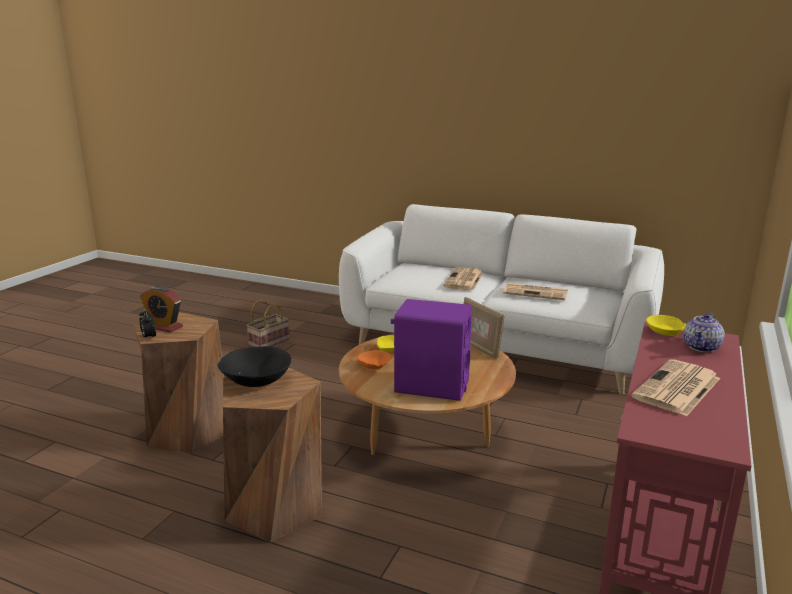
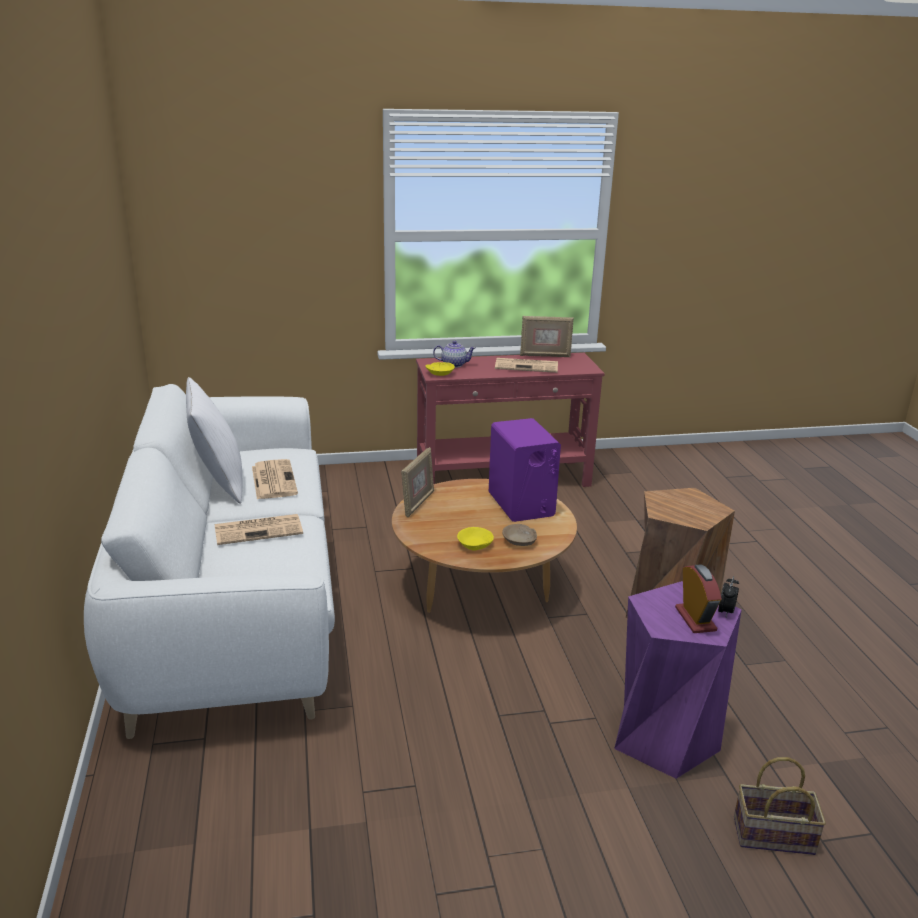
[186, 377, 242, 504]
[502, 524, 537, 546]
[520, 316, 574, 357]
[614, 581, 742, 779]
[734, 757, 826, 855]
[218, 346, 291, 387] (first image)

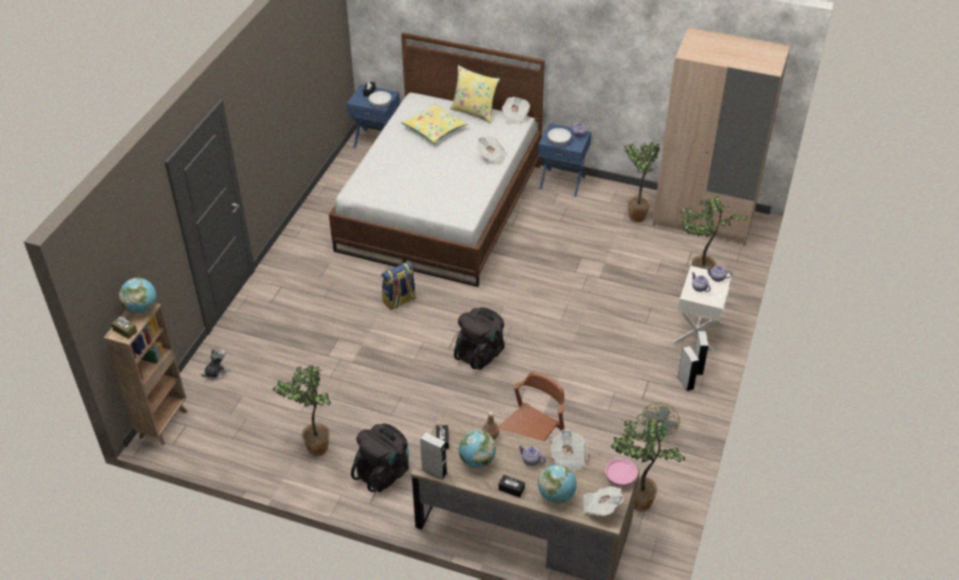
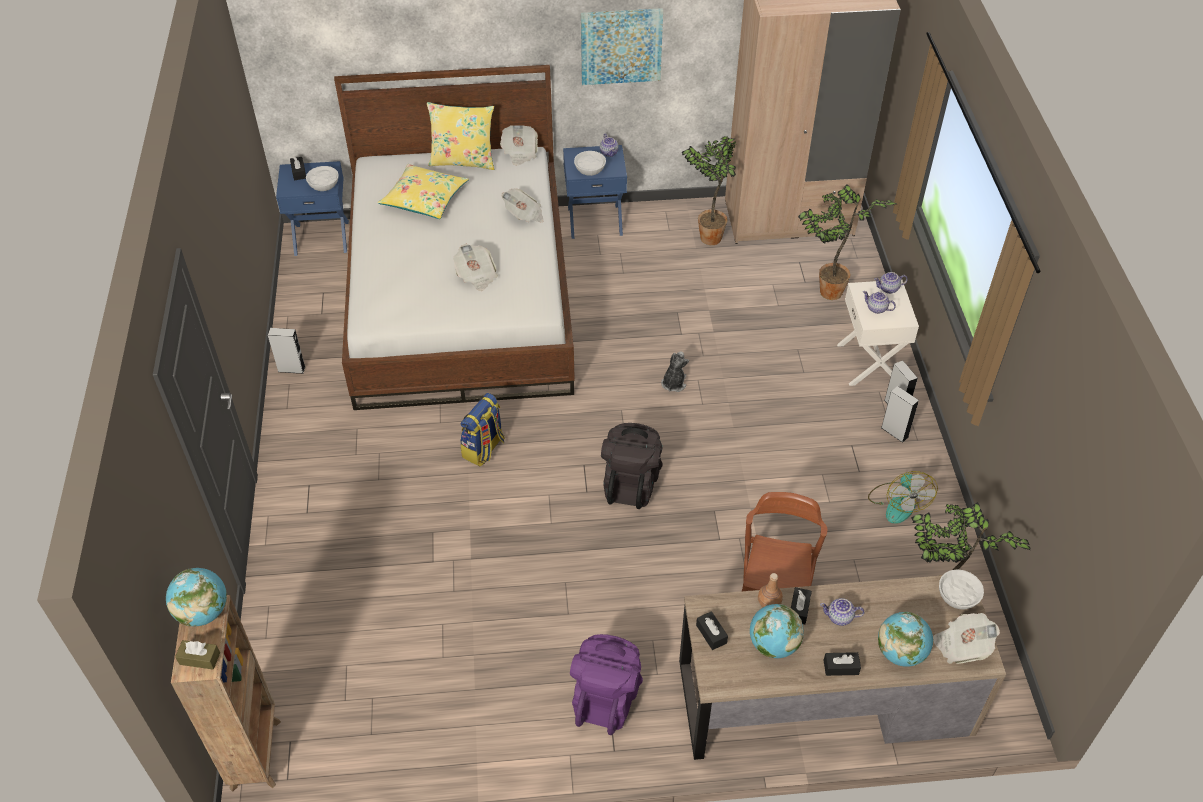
[268, 328, 306, 374]
[453, 244, 498, 291]
[570, 634, 643, 735]
[581, 8, 663, 85]
[661, 351, 689, 392]
[791, 587, 812, 624]
[939, 569, 984, 609]
[273, 365, 331, 456] (first image)

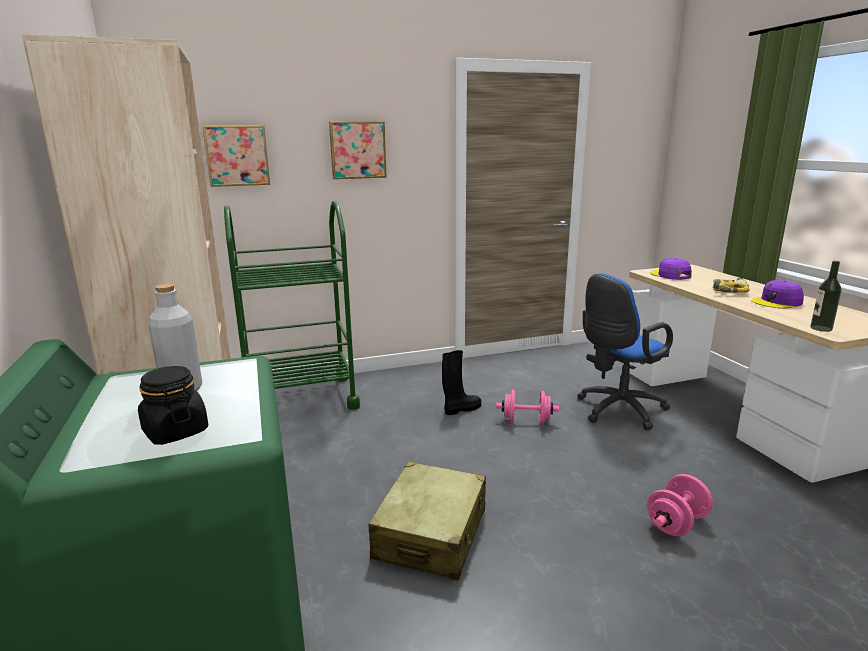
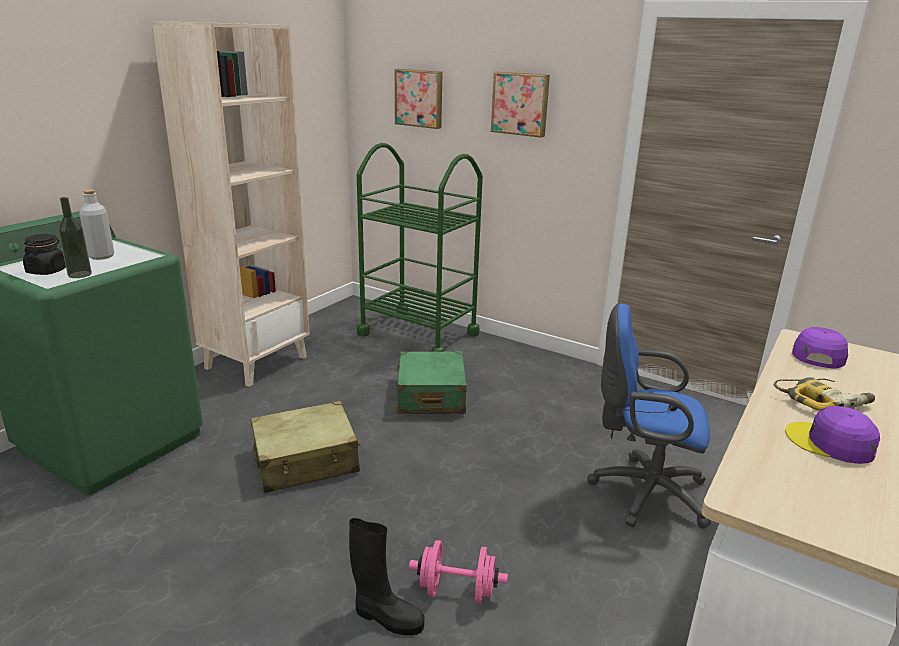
[58, 197, 92, 278]
[349, 518, 424, 635]
[396, 351, 467, 414]
[496, 390, 559, 425] (first image)

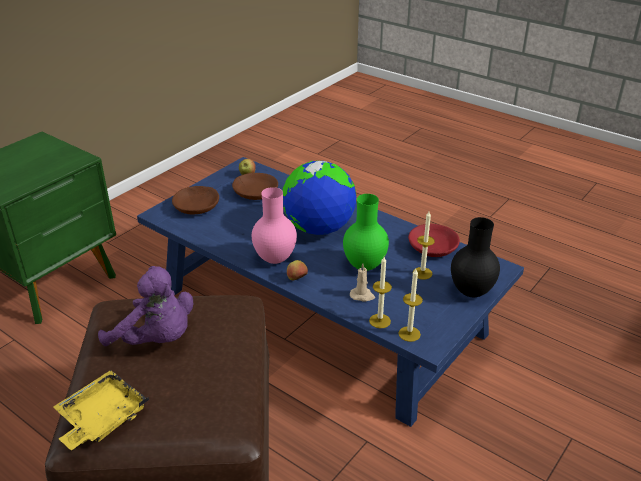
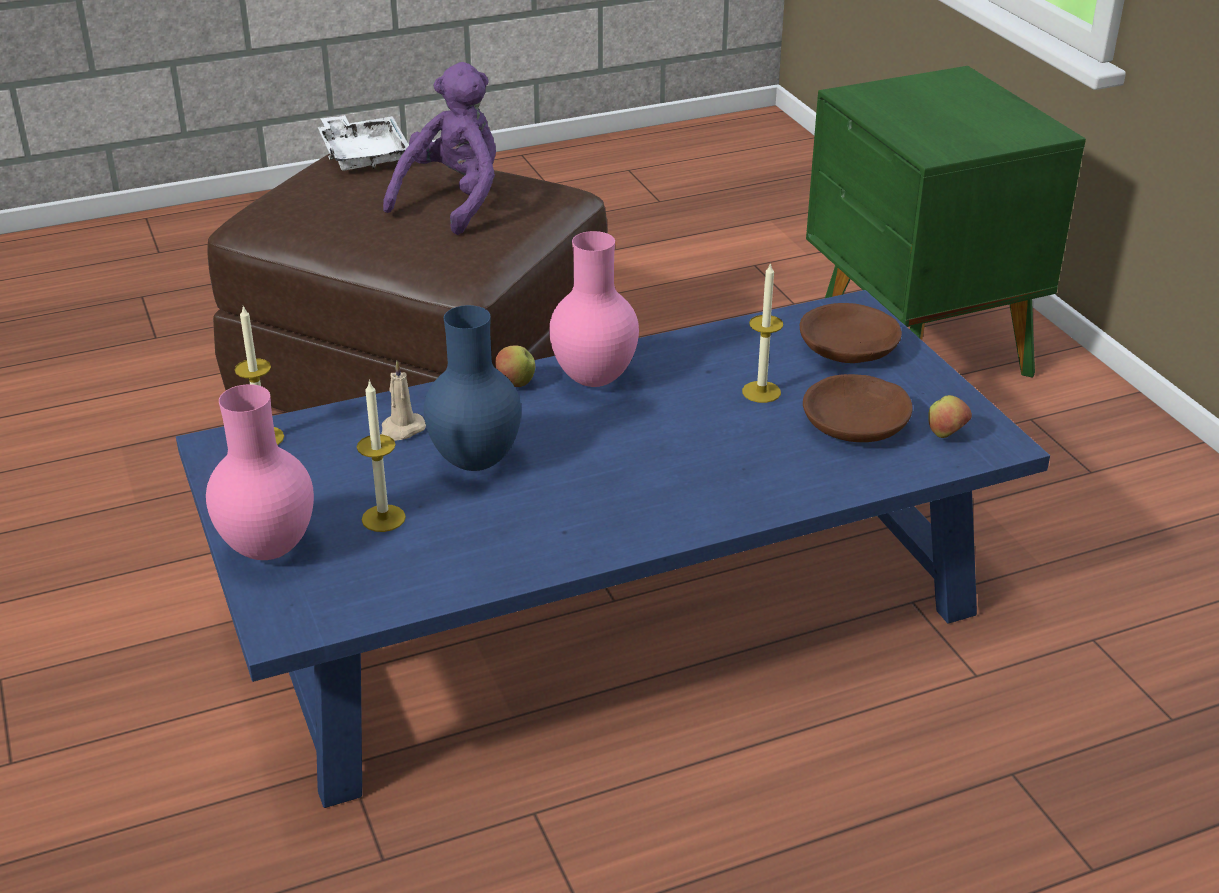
[206, 384, 314, 560]
[318, 115, 409, 170]
[383, 62, 496, 235]
[424, 305, 521, 471]
[742, 262, 783, 403]
[283, 160, 356, 235] (first image)
[408, 224, 460, 257] (first image)

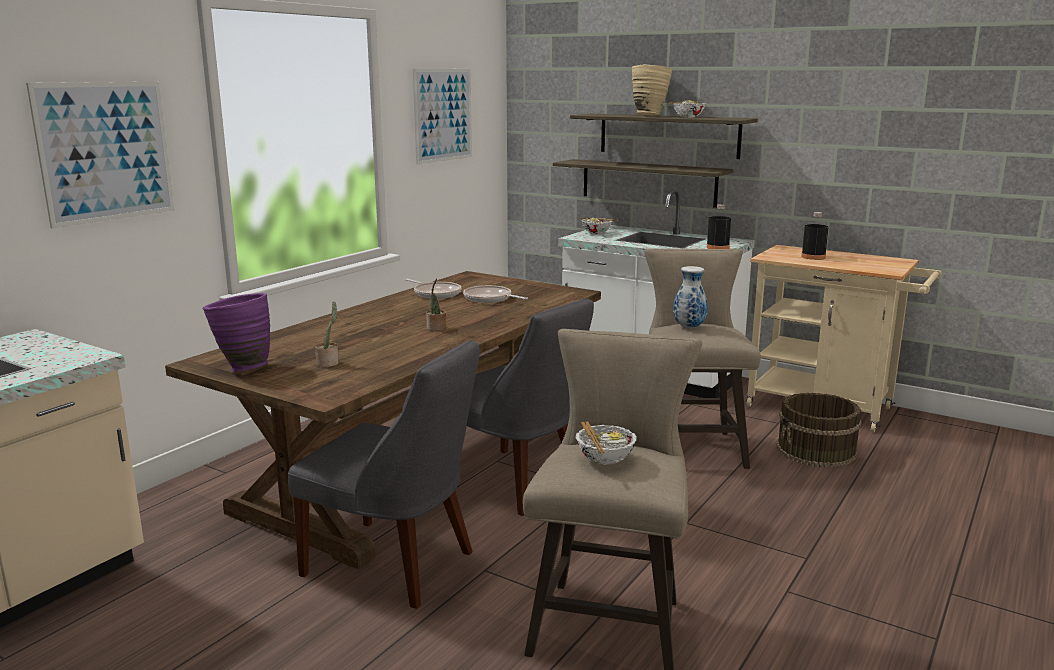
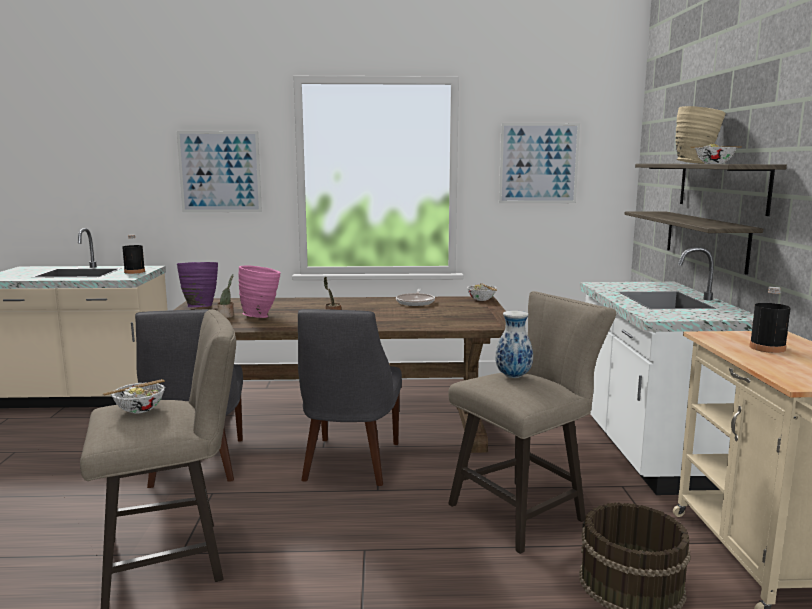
[122, 235, 145, 274]
[238, 265, 281, 318]
[467, 283, 497, 301]
[463, 285, 528, 303] (first image)

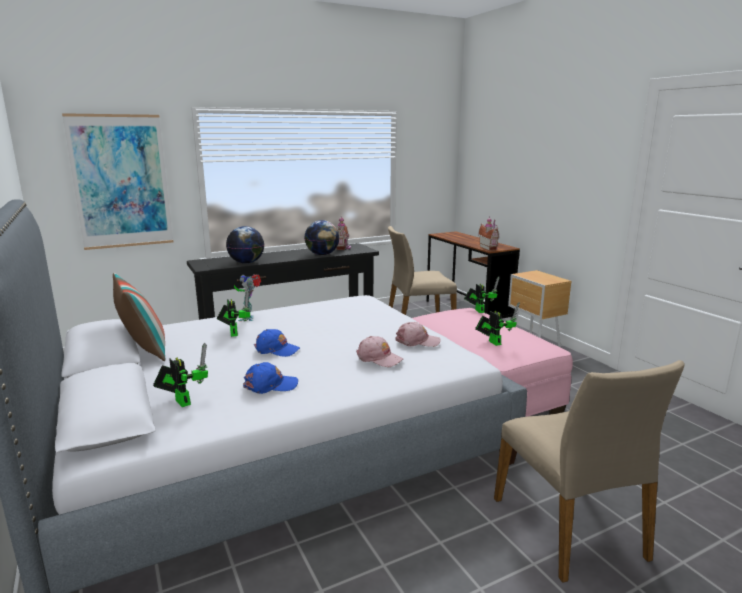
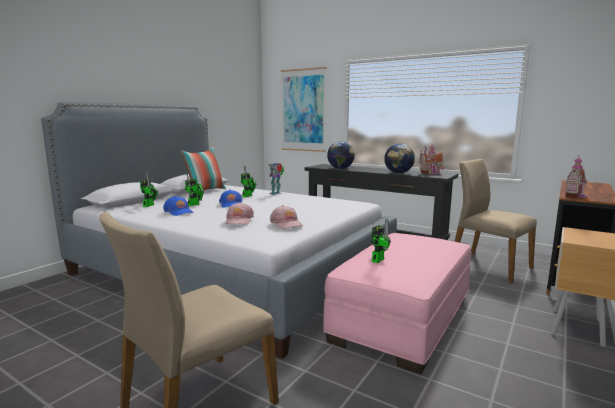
[185, 171, 204, 206]

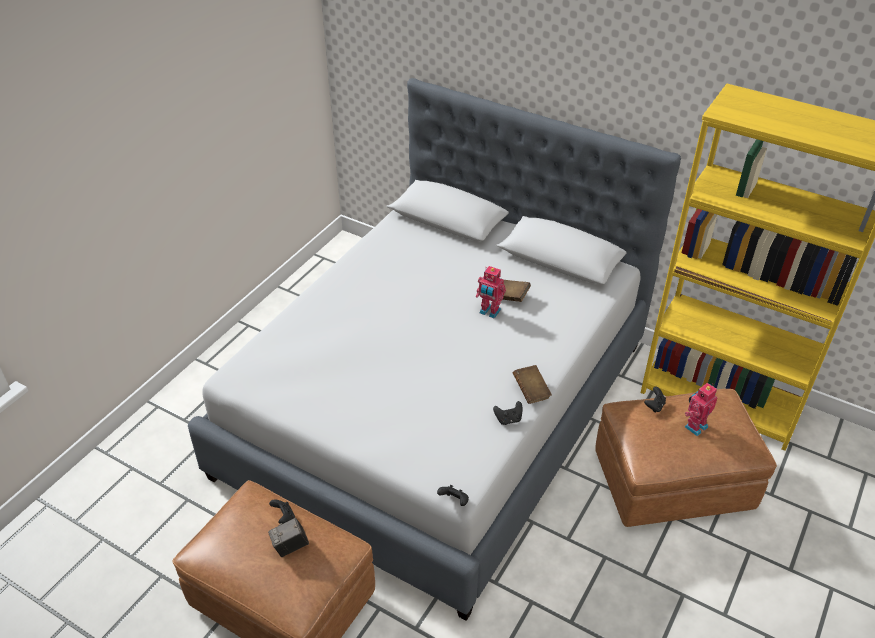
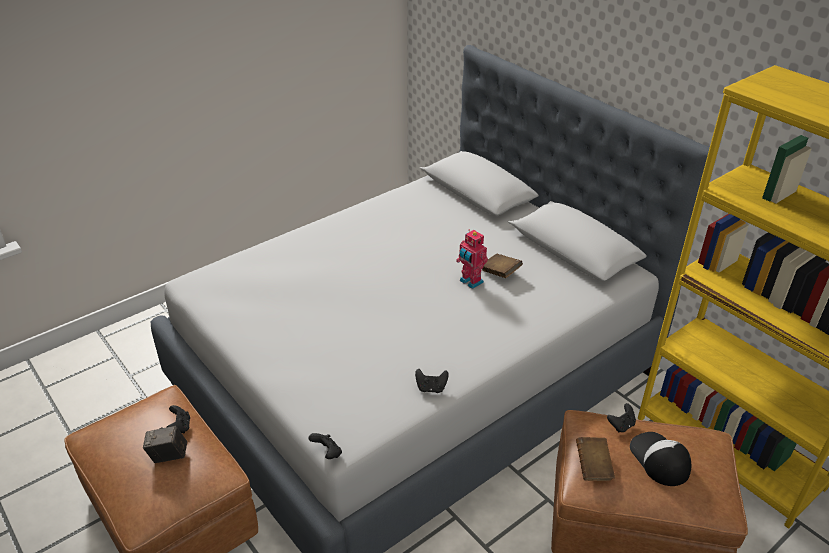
[576, 437, 615, 481]
[630, 432, 691, 486]

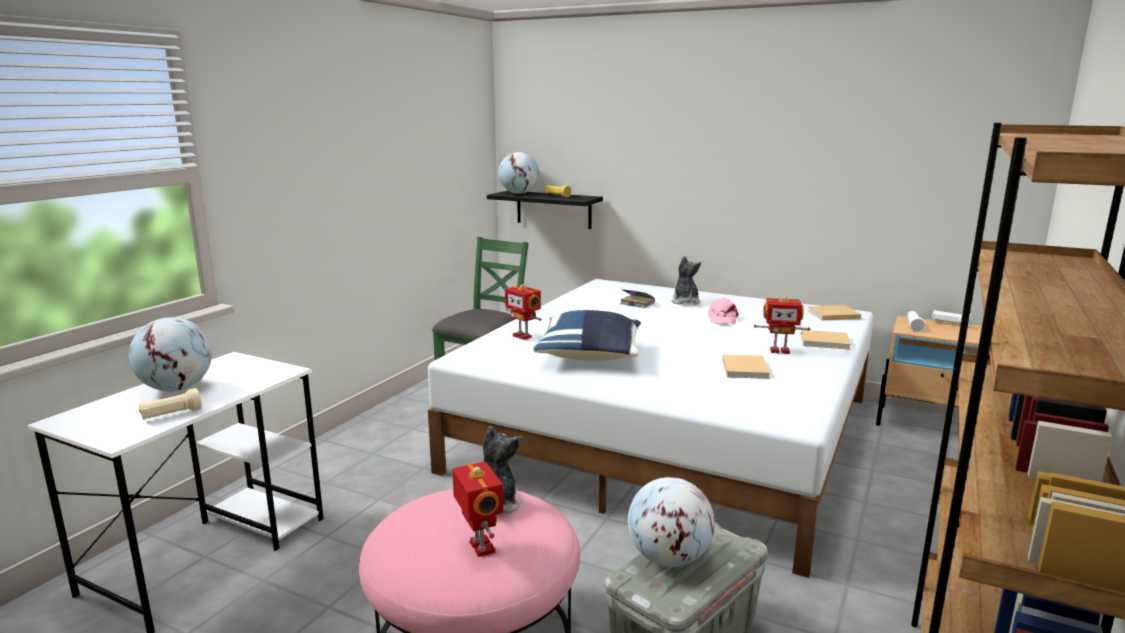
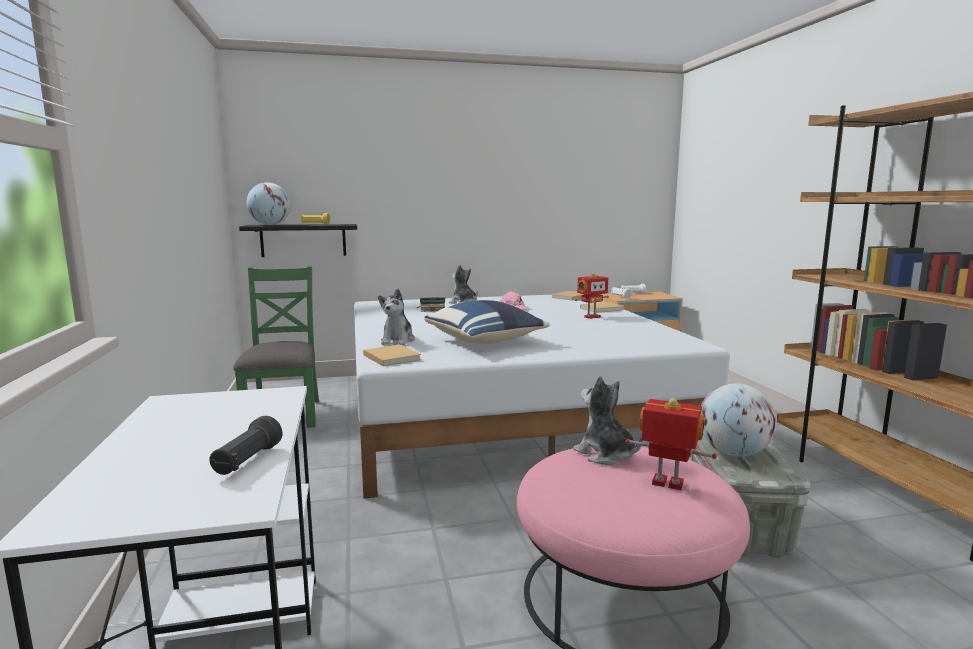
[209, 416, 282, 475]
[363, 344, 421, 366]
[378, 289, 415, 345]
[129, 317, 212, 391] (first image)

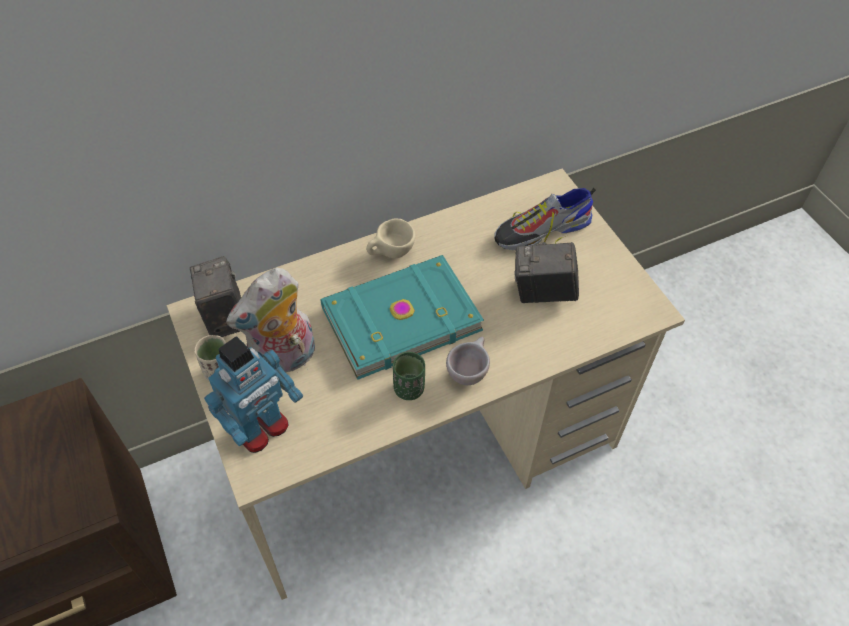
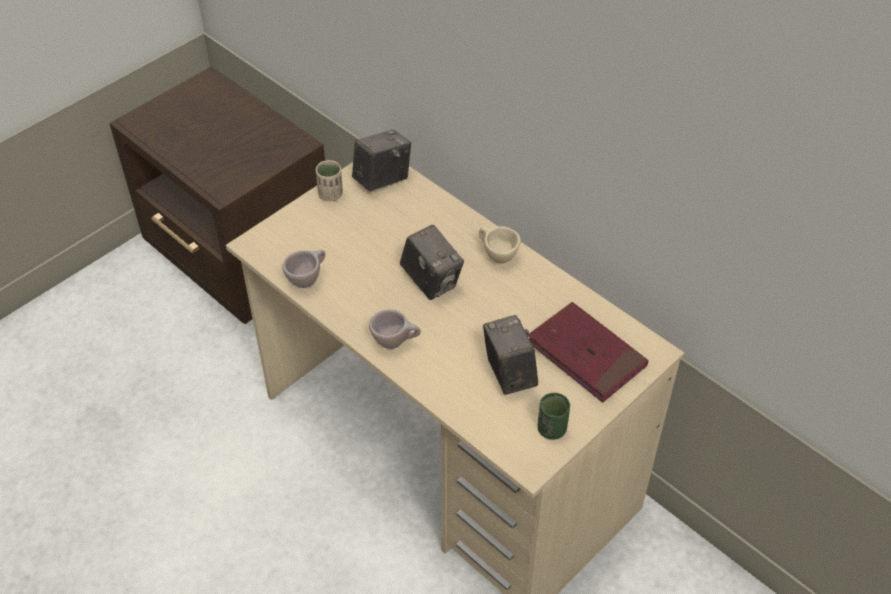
[282, 250, 325, 288]
[400, 225, 464, 300]
[529, 302, 649, 402]
[538, 393, 570, 440]
[204, 336, 303, 453] (first image)
[226, 268, 315, 372] (first image)

